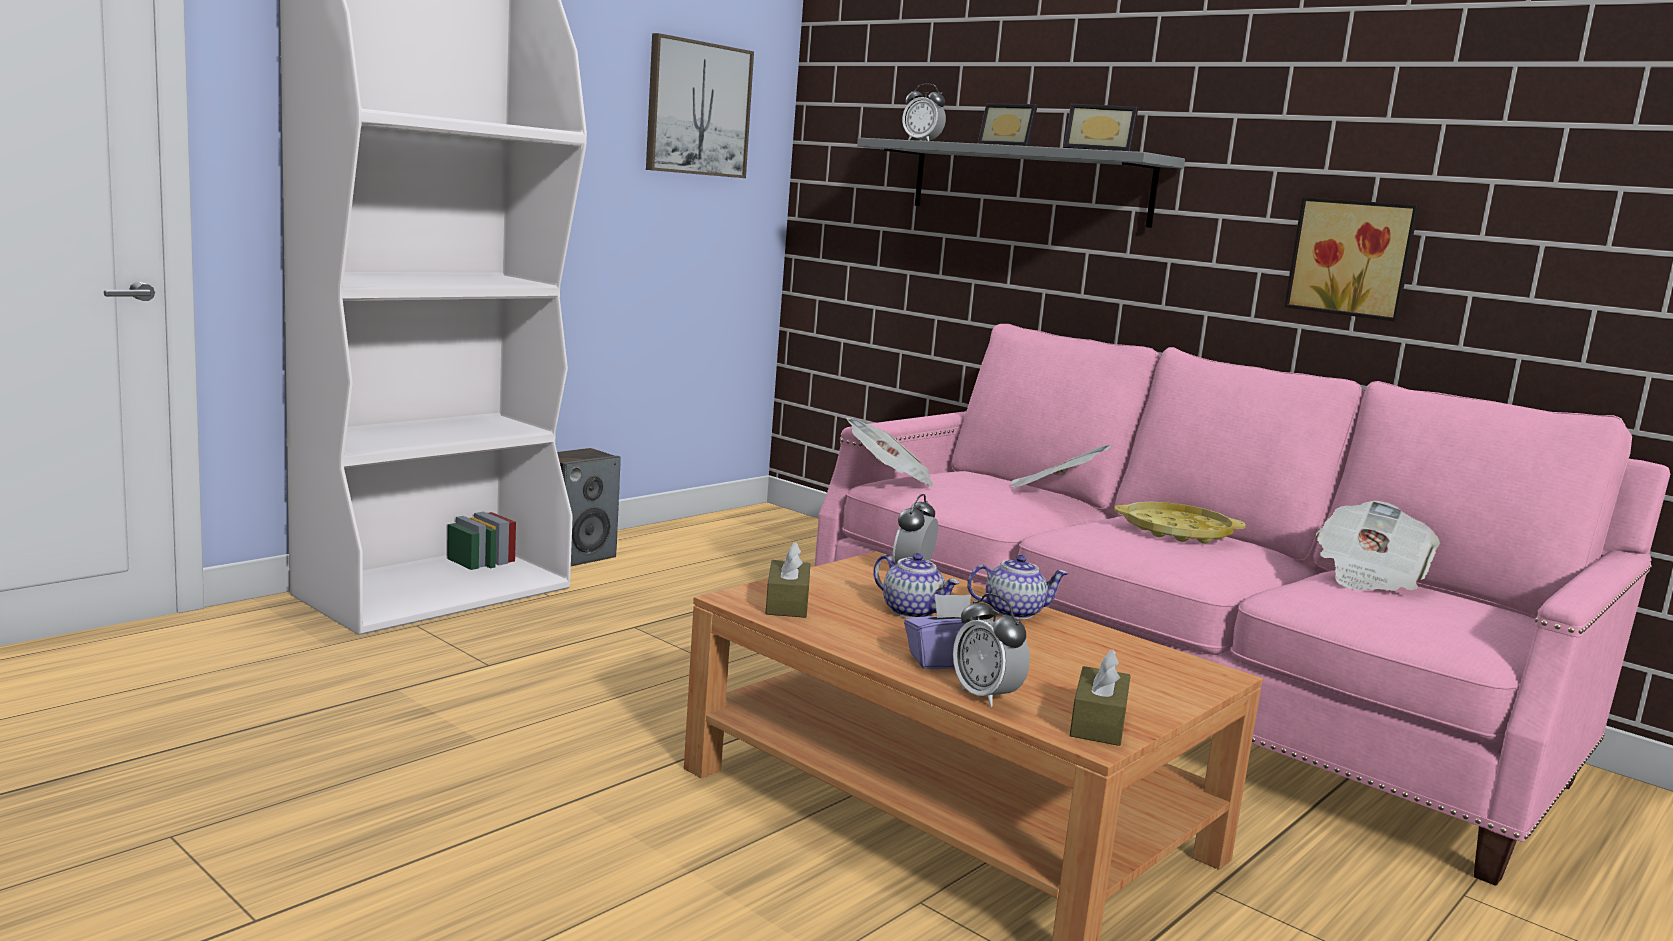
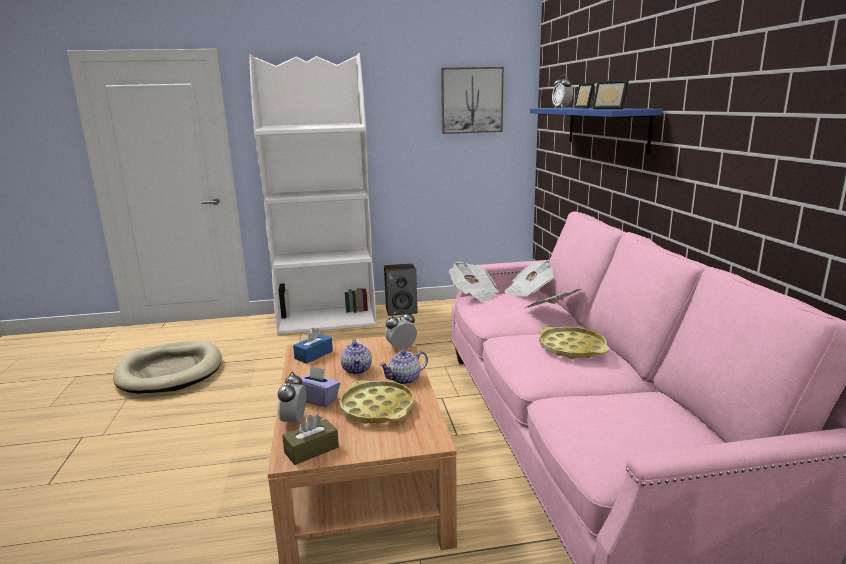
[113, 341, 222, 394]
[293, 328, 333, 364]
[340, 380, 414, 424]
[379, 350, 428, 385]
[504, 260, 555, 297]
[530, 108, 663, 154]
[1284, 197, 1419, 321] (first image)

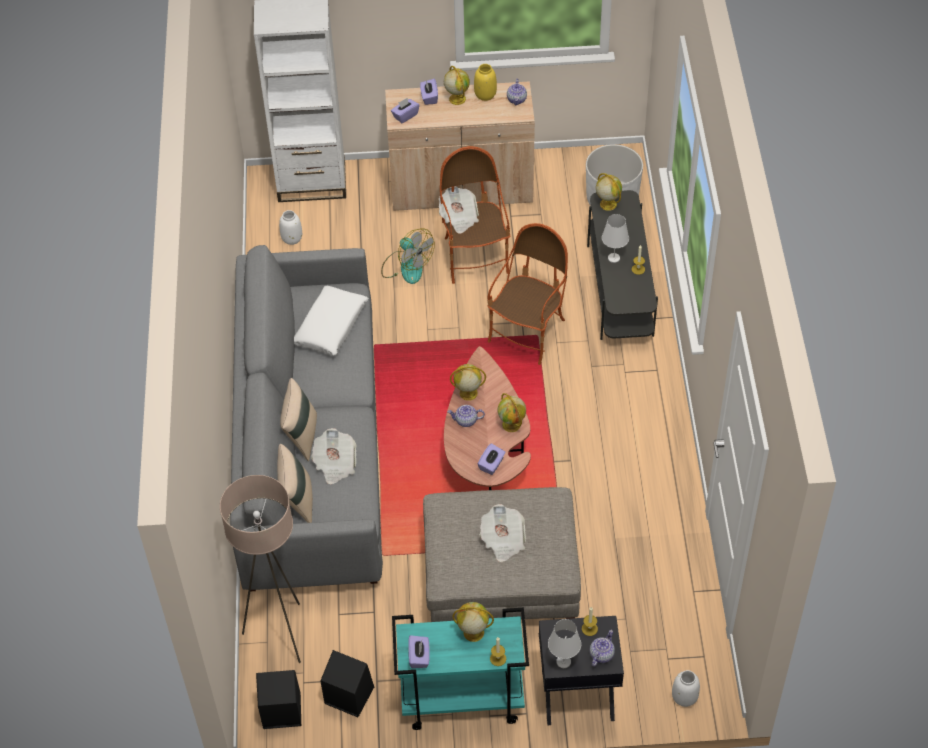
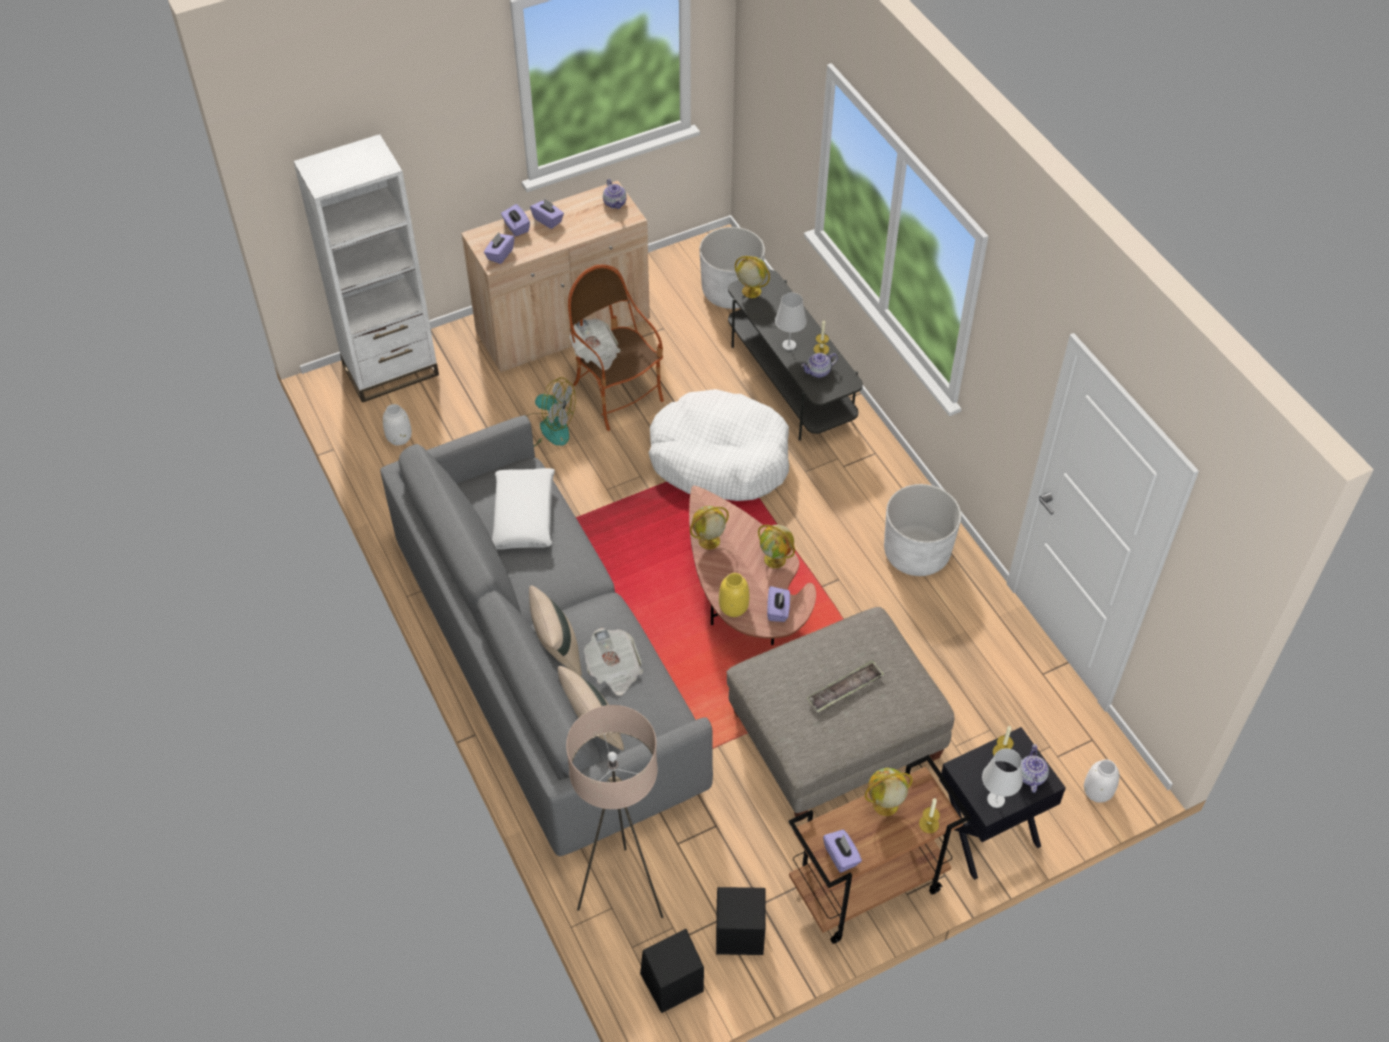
[530, 198, 564, 229]
[649, 389, 789, 501]
[719, 573, 749, 617]
[789, 755, 971, 944]
[801, 353, 838, 378]
[807, 660, 884, 712]
[884, 484, 961, 576]

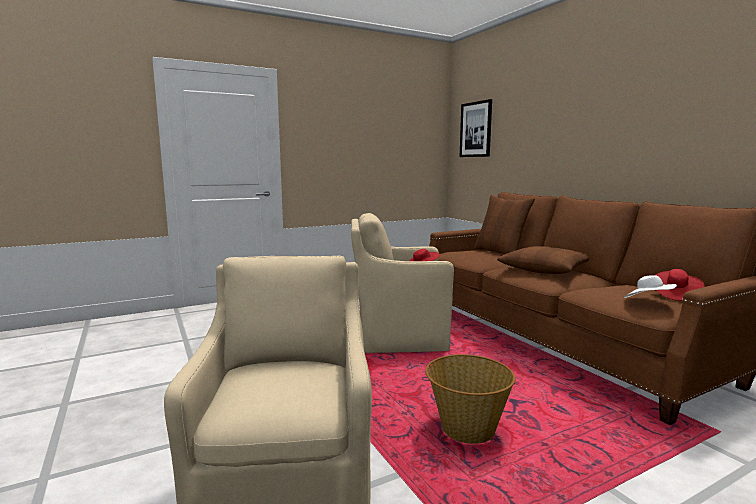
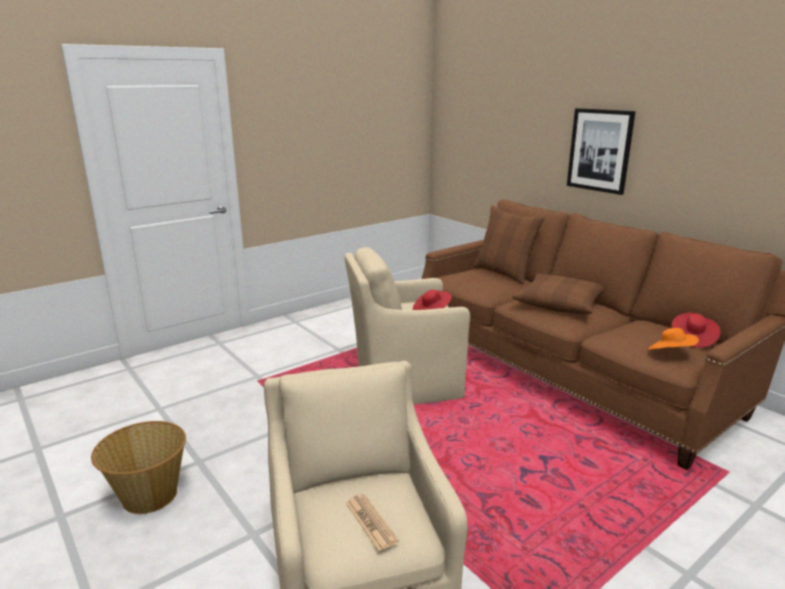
[91, 421, 186, 514]
[346, 494, 399, 551]
[567, 108, 636, 195]
[648, 328, 699, 350]

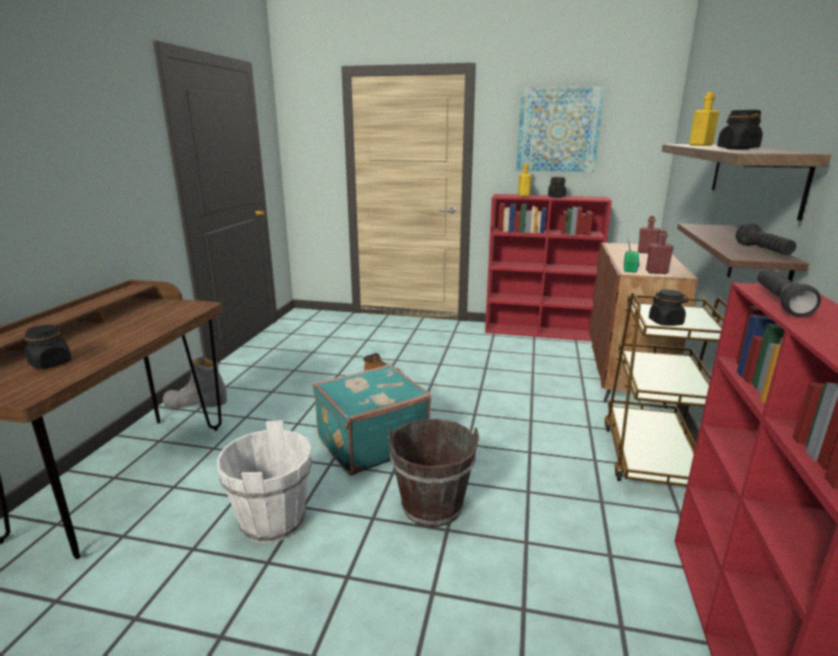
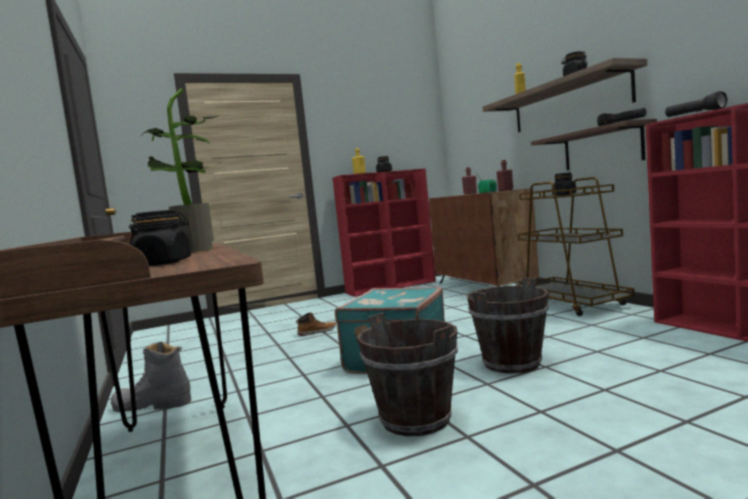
[111, 342, 191, 412]
[141, 88, 221, 252]
[357, 313, 458, 436]
[516, 86, 605, 172] (first image)

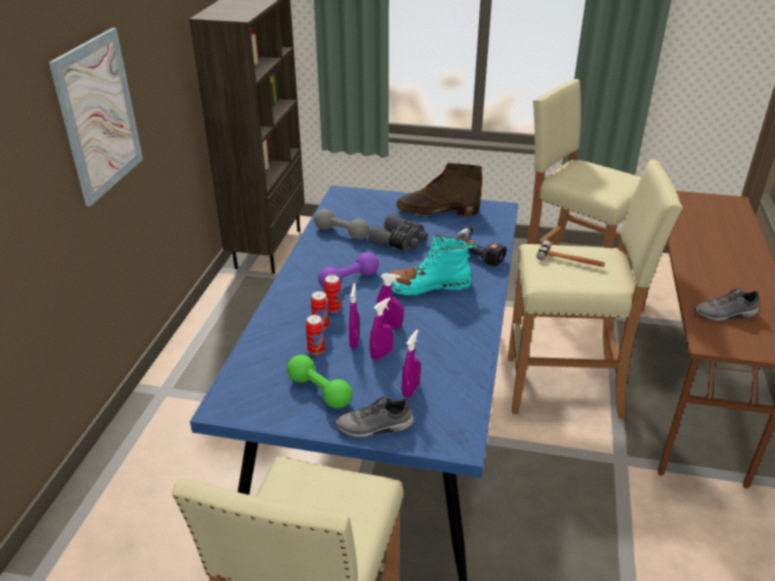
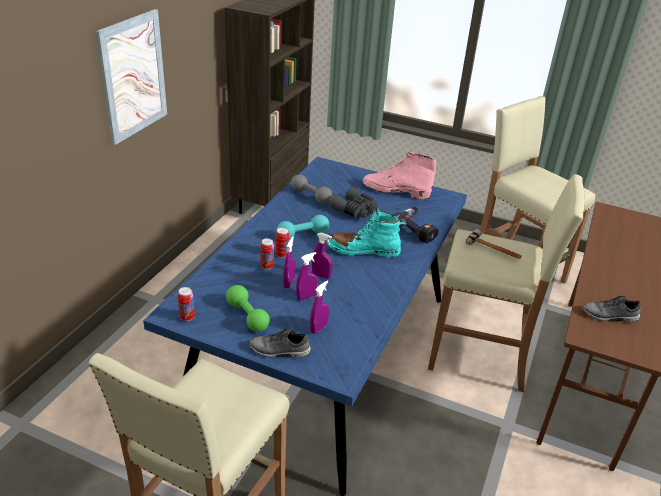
[178, 287, 195, 321]
[276, 215, 329, 240]
[363, 152, 436, 199]

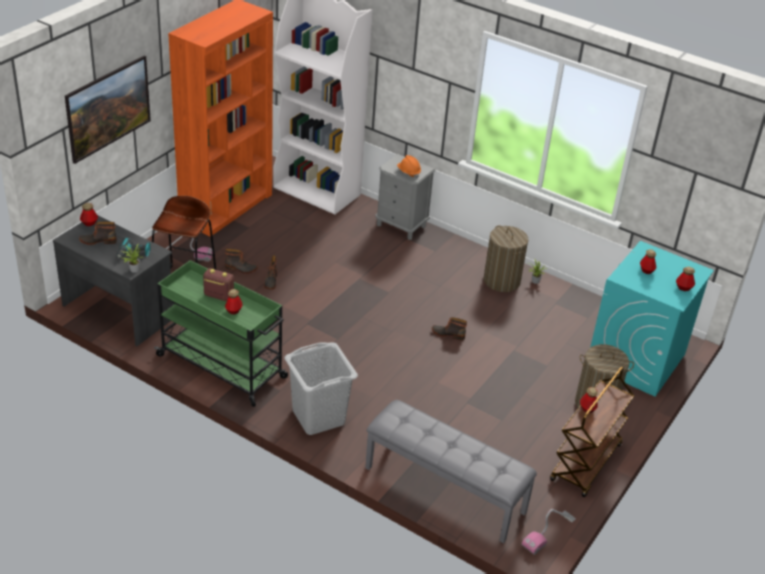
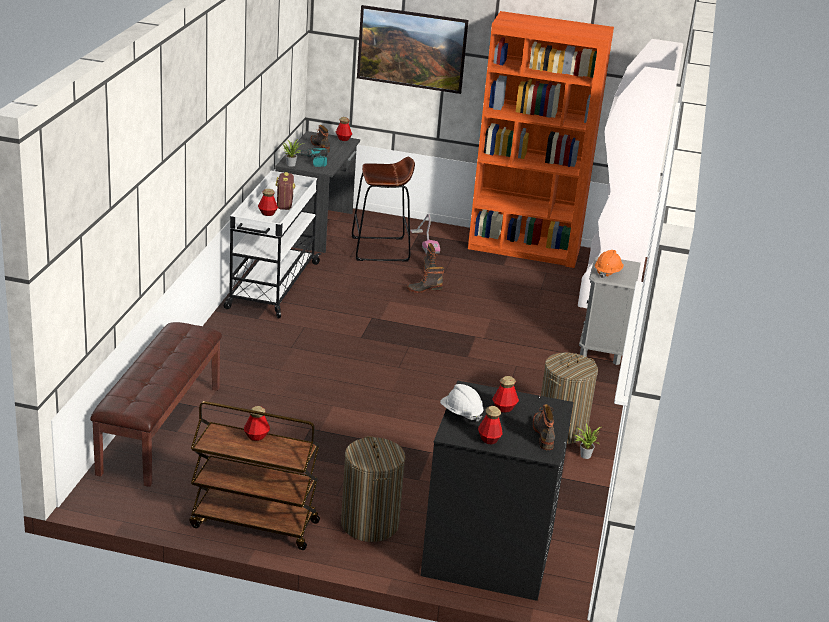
[90, 322, 222, 487]
[224, 171, 321, 318]
[421, 381, 574, 601]
[440, 384, 484, 421]
[533, 404, 555, 450]
[285, 342, 358, 435] (first image)
[522, 509, 576, 555] (first image)

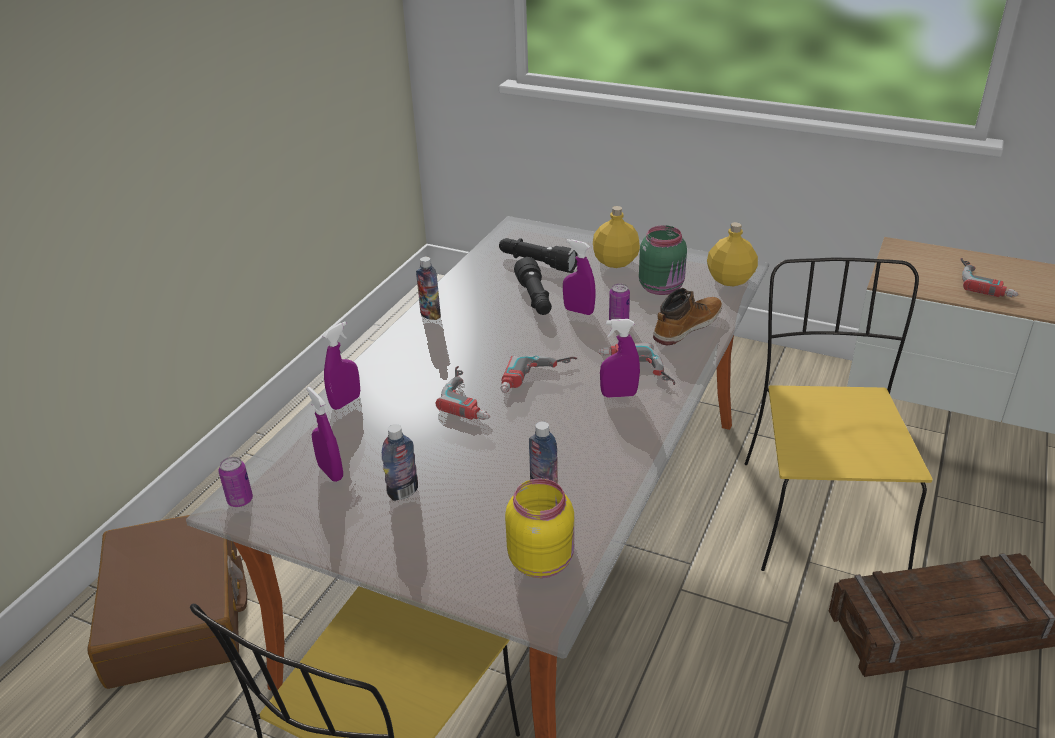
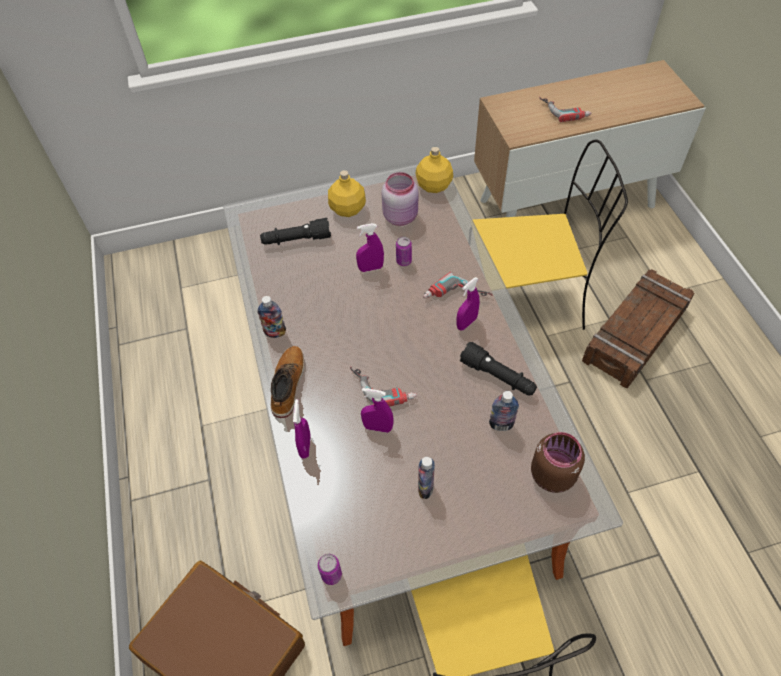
[271, 346, 304, 418]
[361, 388, 393, 433]
[381, 172, 418, 226]
[460, 342, 537, 395]
[472, 140, 628, 330]
[531, 432, 585, 493]
[500, 355, 577, 393] (first image)

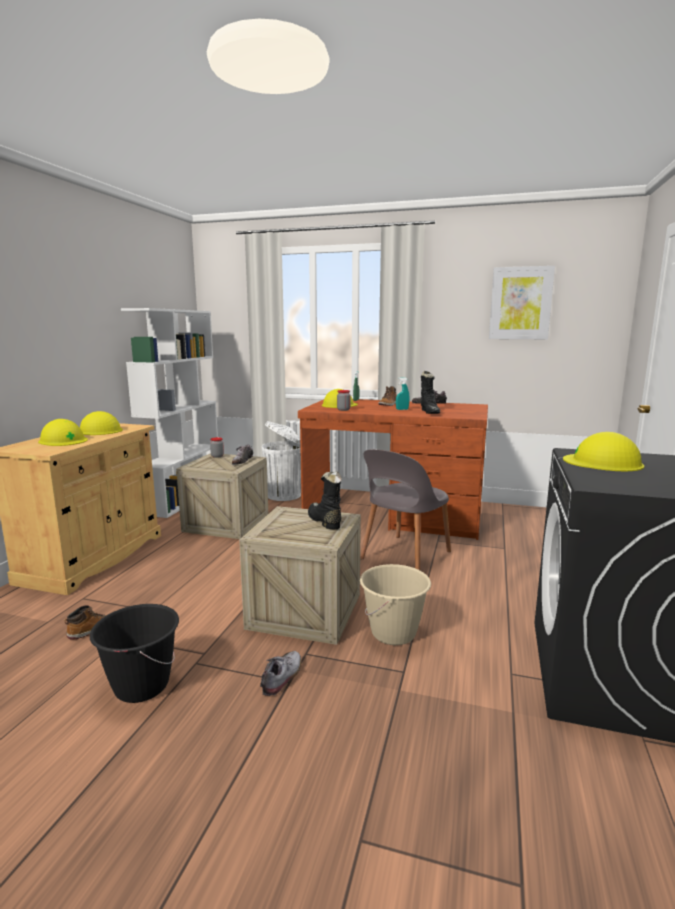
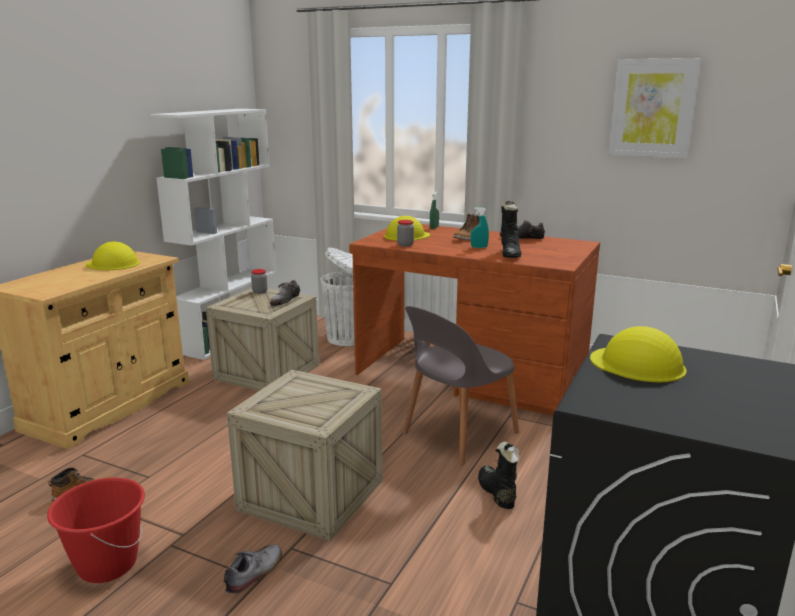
[47, 478, 145, 583]
[478, 442, 519, 509]
[38, 419, 88, 446] (first image)
[360, 564, 431, 645] (first image)

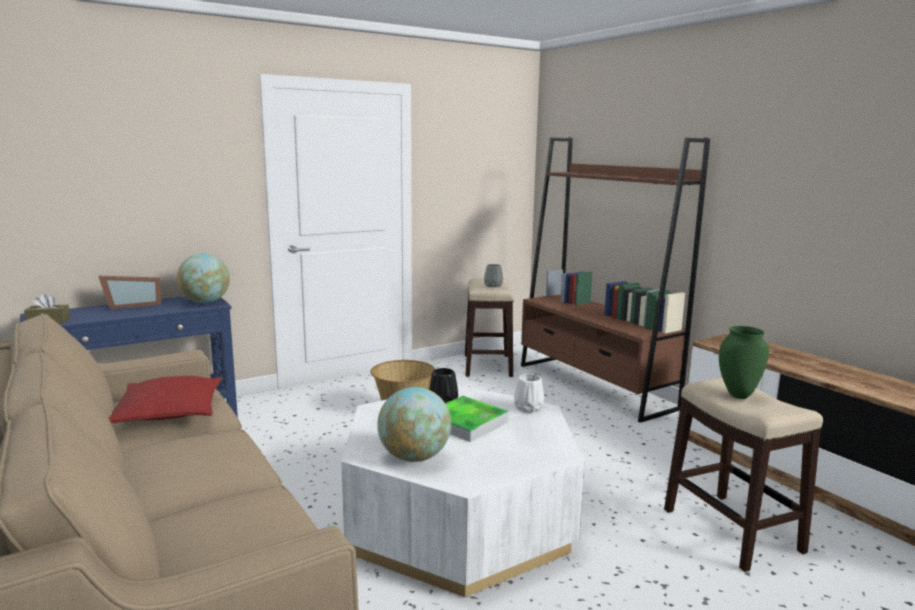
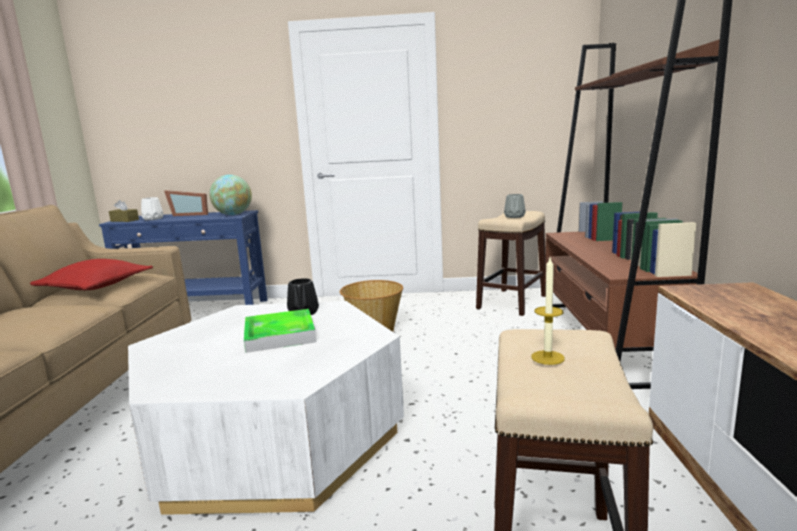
[141, 197, 164, 220]
[531, 258, 565, 365]
[377, 387, 451, 462] (first image)

